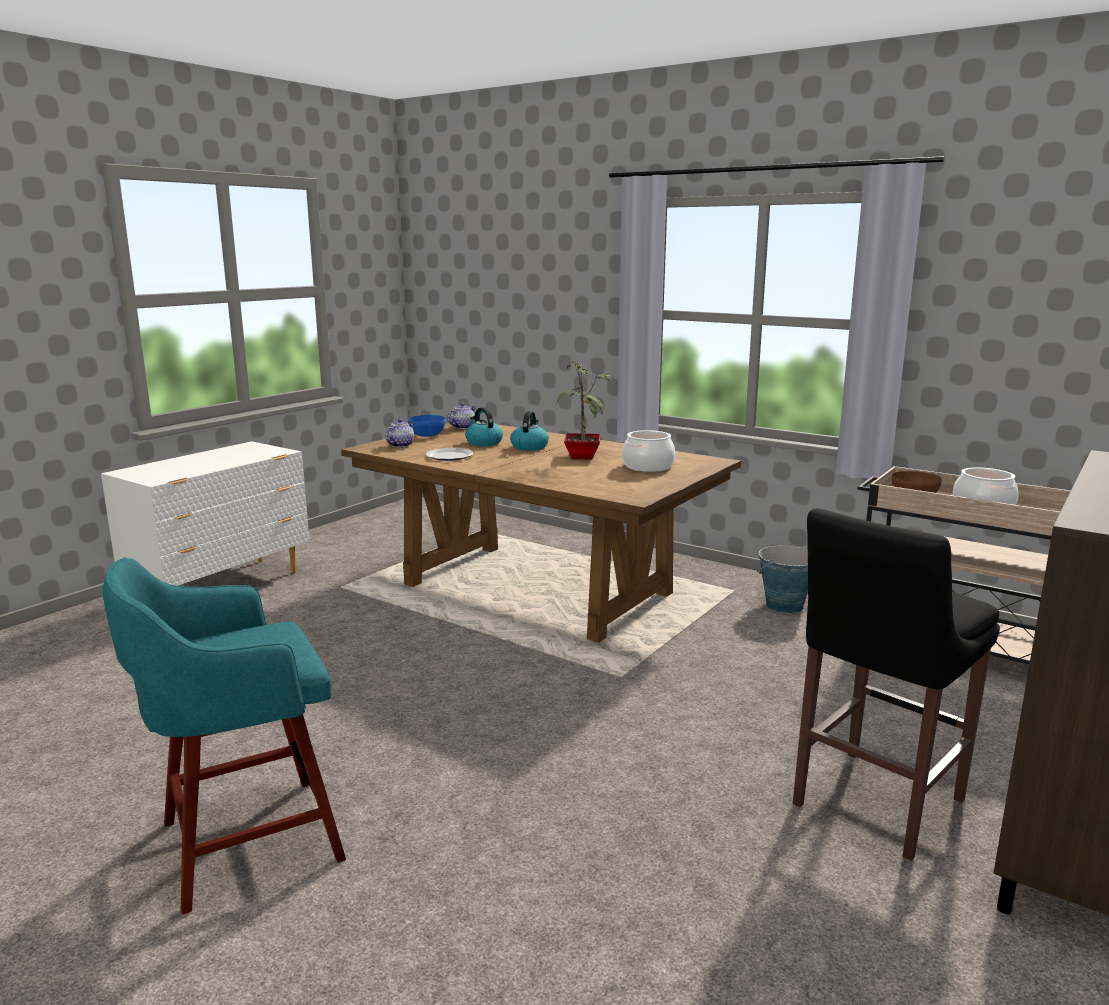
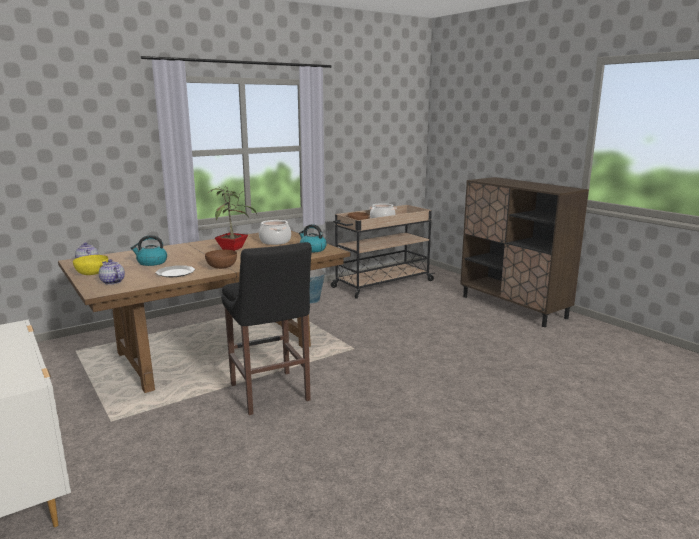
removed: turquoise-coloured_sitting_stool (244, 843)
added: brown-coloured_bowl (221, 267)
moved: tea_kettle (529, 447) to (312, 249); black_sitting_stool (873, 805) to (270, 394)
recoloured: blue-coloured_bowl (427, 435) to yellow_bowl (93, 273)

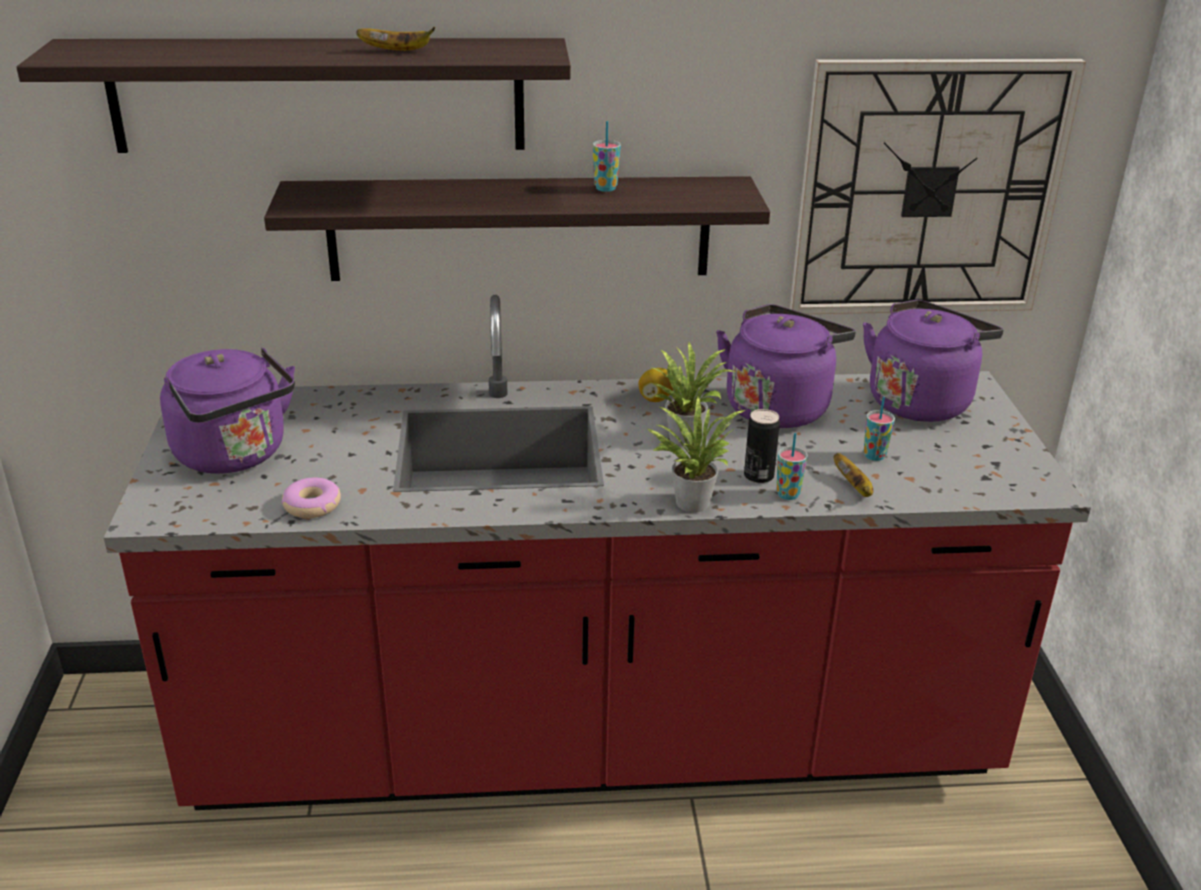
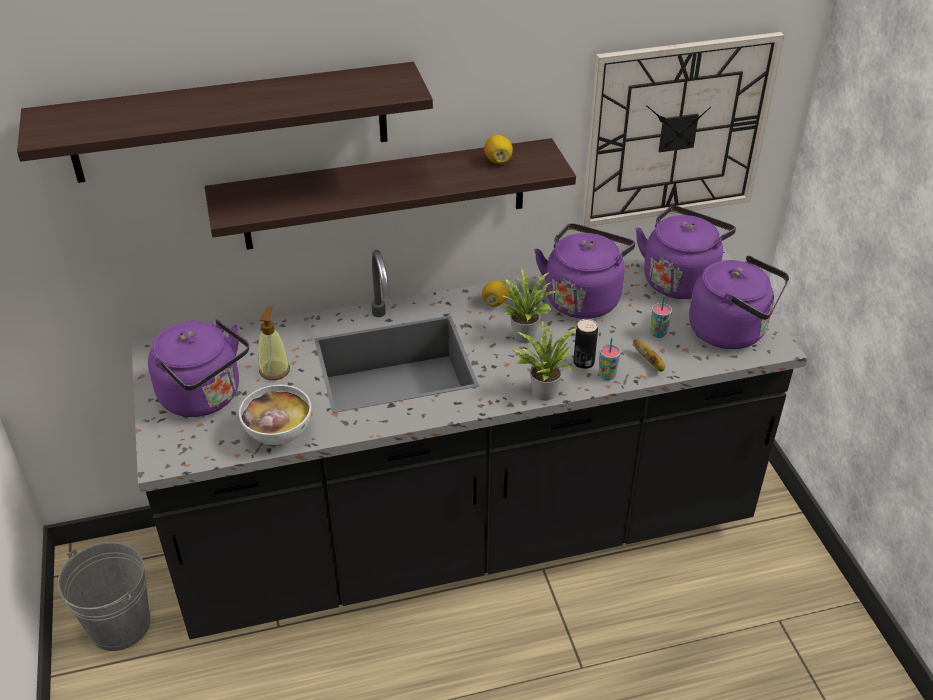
removed: banana_fruit (398, 51); drinking_cup (605, 188)
added: greyish_bucket (119, 625); soap_dispenser (274, 370); lemon (498, 160); purple-coloured_tea_kettle (732, 332)
replaced: doughnut (312, 505) to bowl (279, 433)
recoloured: reddish_kitchen_base_unit (595, 740) to black_kitchen_base_unit (466, 536)

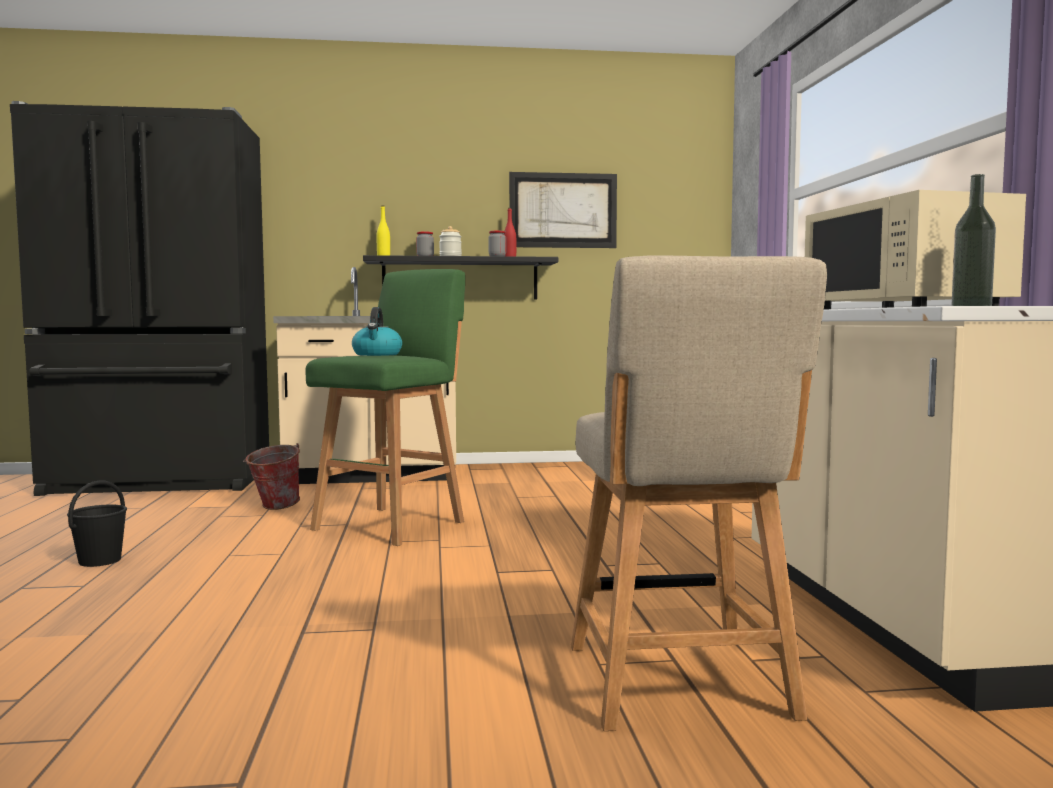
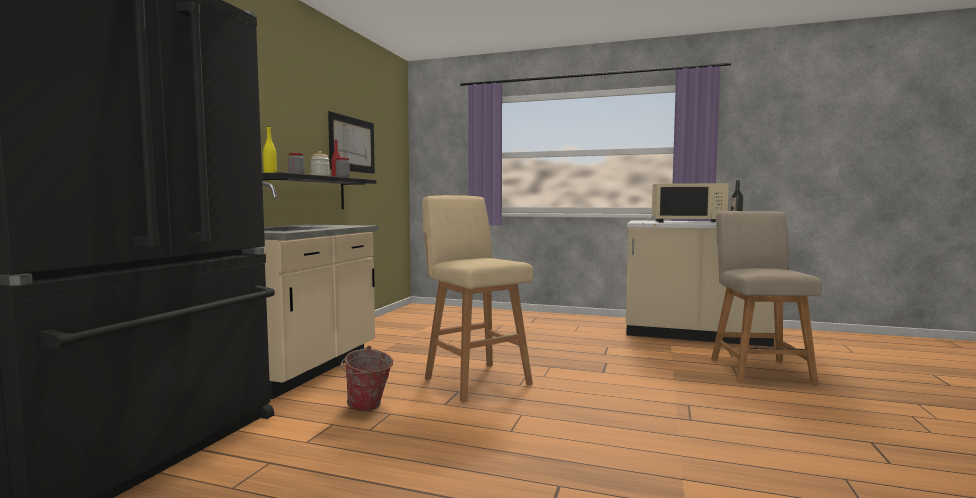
removed: black_bucket (99, 561); tea_kettle (377, 354)
recoloured: green-coloured_sitting_stool (392, 524) to beige-coloured_sitting_stool (475, 380)
turned: beige-coloured_upright_chair (680, 686) = (758, 369) 105 degrees counterclockwise

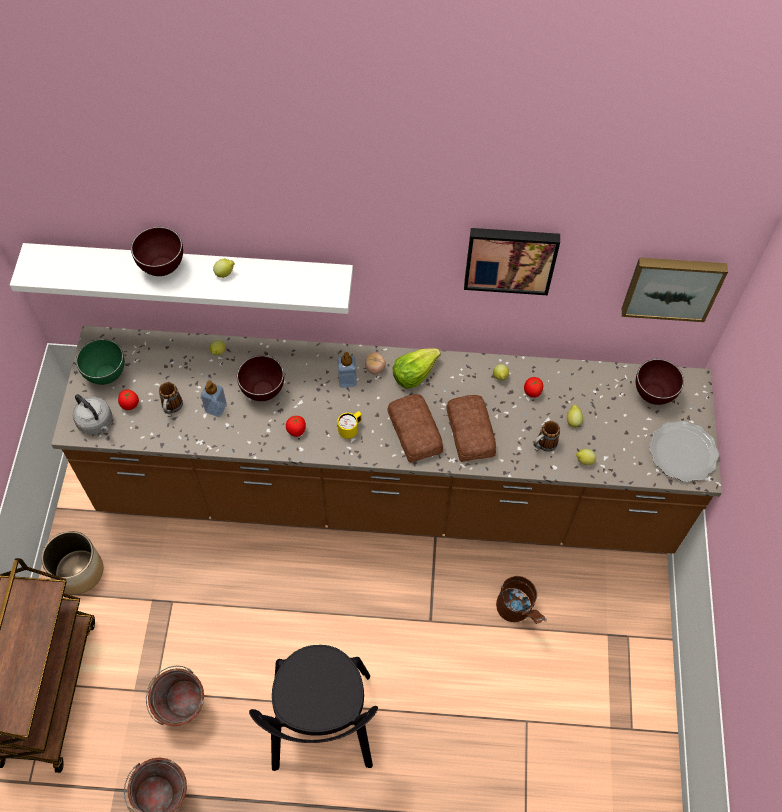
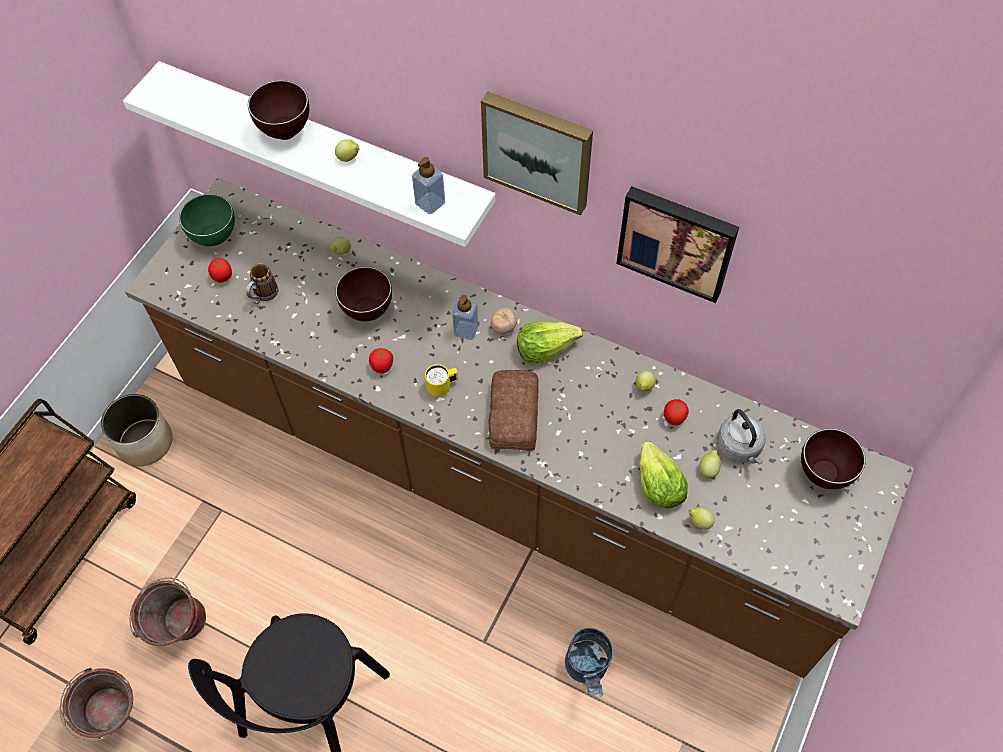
removed: bread (469, 433); flat_dish (682, 453)
moved: greyish_tea_kettle (96, 423) to (740, 447); soap_dispenser (216, 408) to (430, 203); wall_art (672, 286) to (538, 150)
replaced: coffee_mug (543, 445) to lettuce (658, 485)
recoloured: brown-coloured_bucket (517, 611) to greyish_bucket (587, 671)

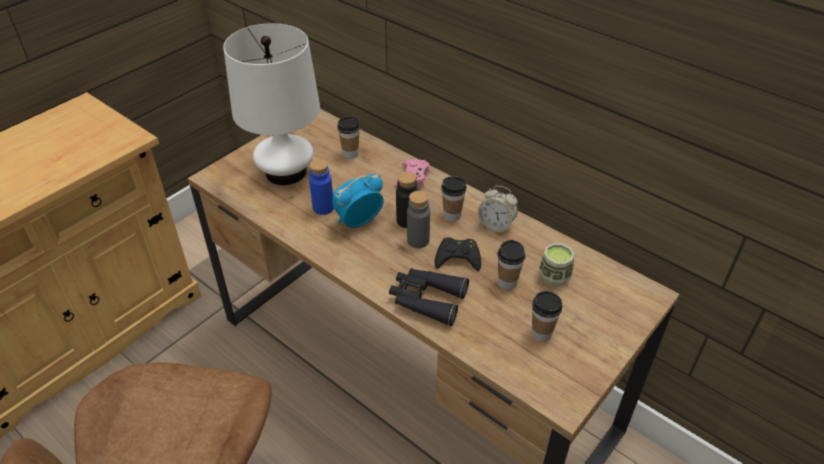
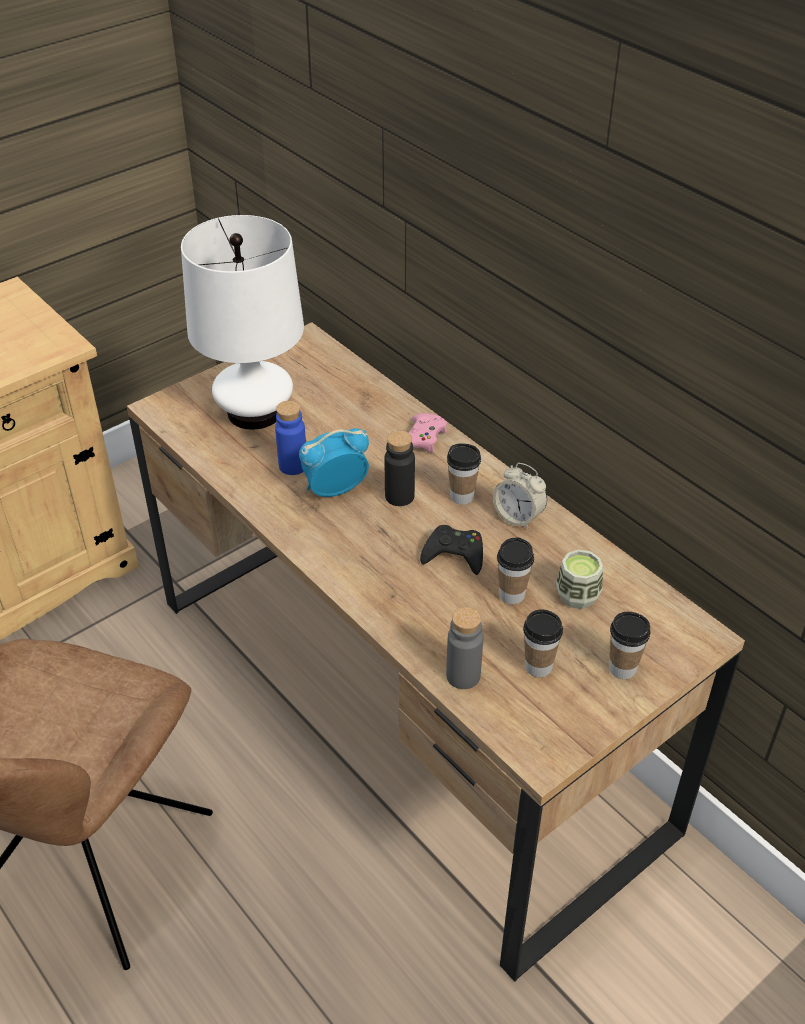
removed: black_binoculars (426, 300)
moved: drinking_cup (350, 154) to (622, 668); greyish_drink_bottle (418, 240) to (463, 676)

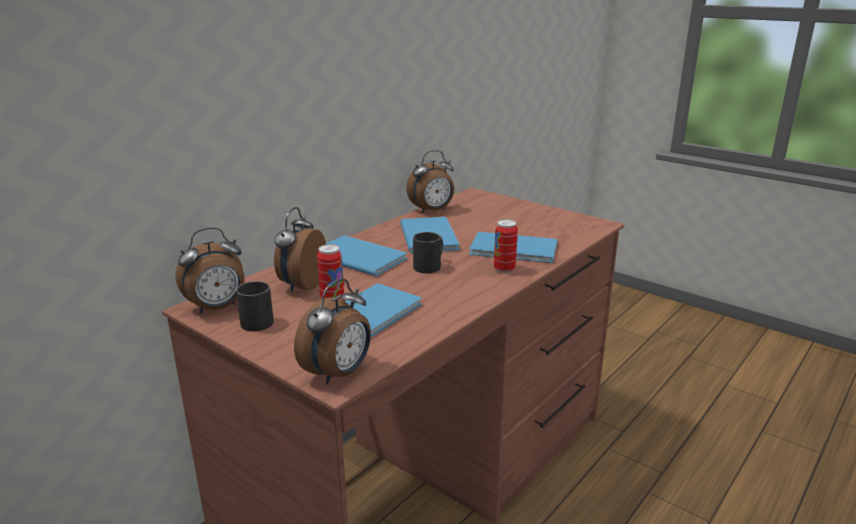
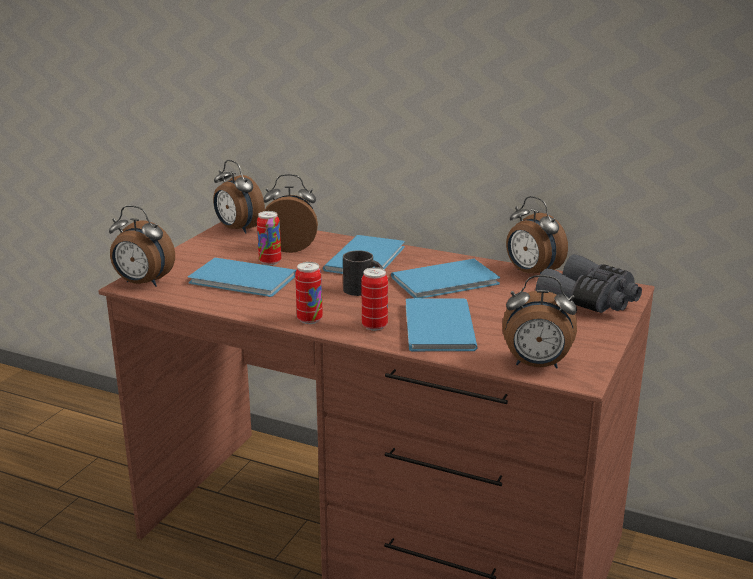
removed: black_coffee_mug (257, 319)
added: can (309, 320); table_clock (536, 365); greyish_binoculars (590, 301)

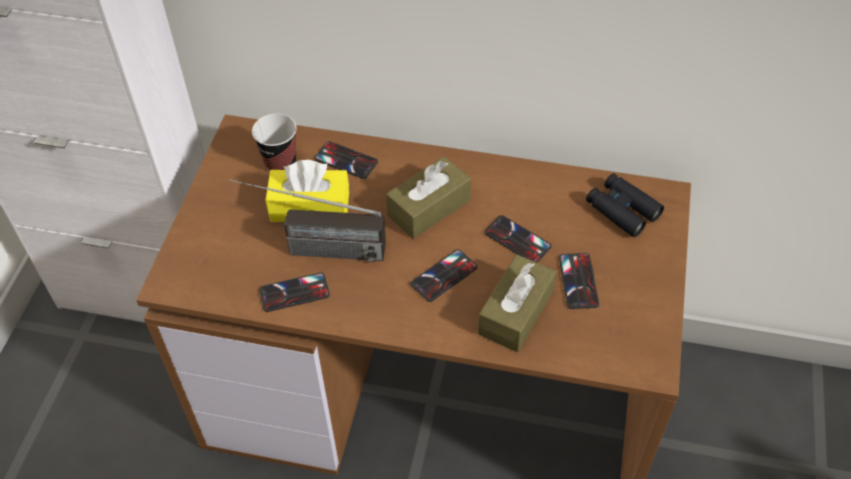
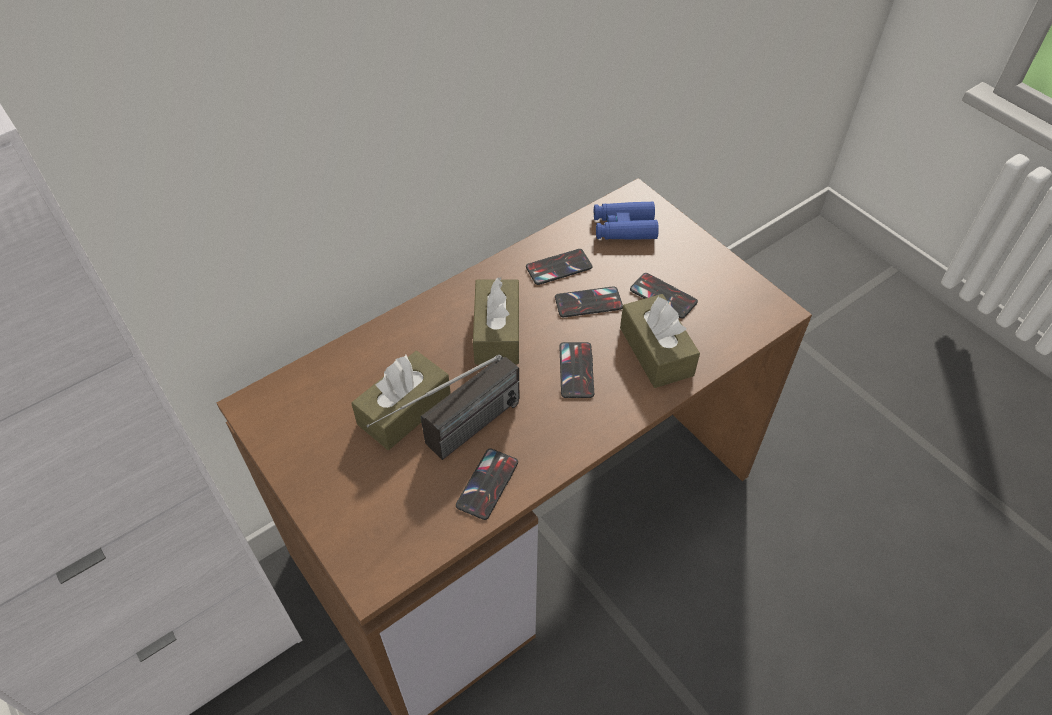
removed: drinking_cup (280, 163)
moved: telephone (346, 160) to (559, 267)
recoloured: yellow_tissue_holder (310, 207) to brown-coloured_tissue_holder (404, 410); black_binoculars (622, 210) to blue-coloured_binoculars (624, 227)

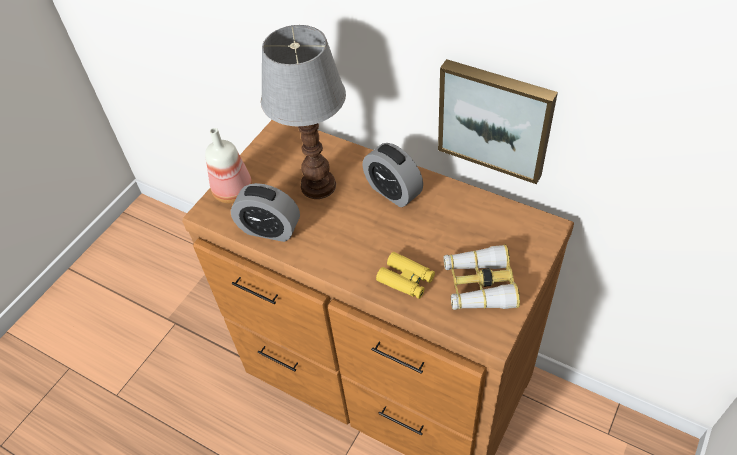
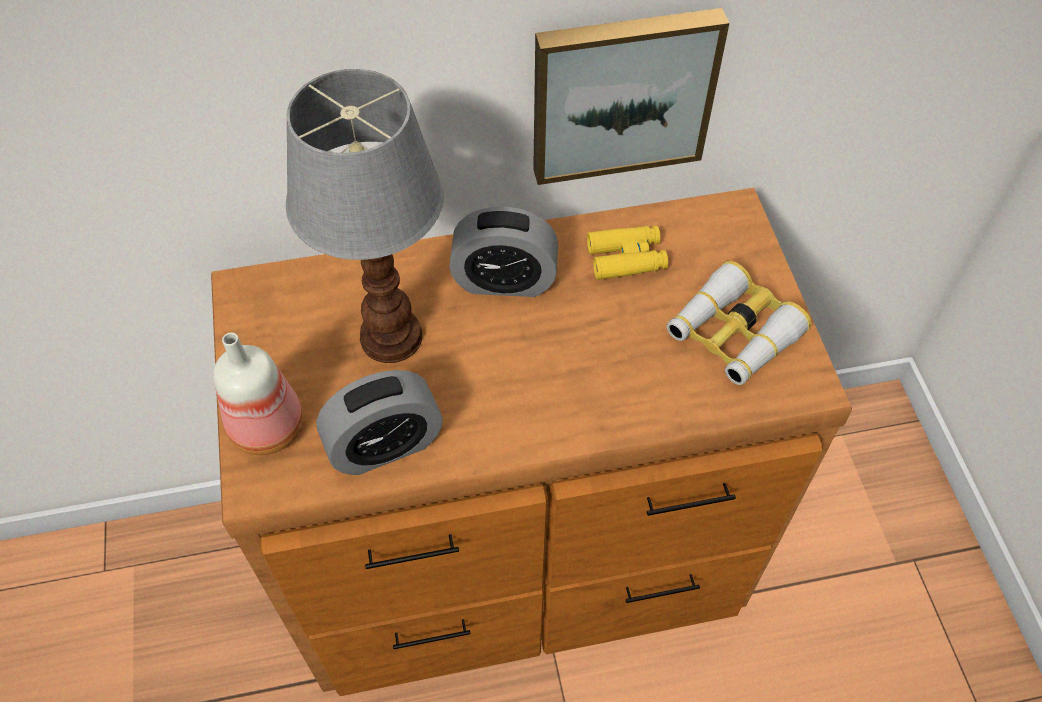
moved: yellow_binoculars (406, 279) to (626, 258)

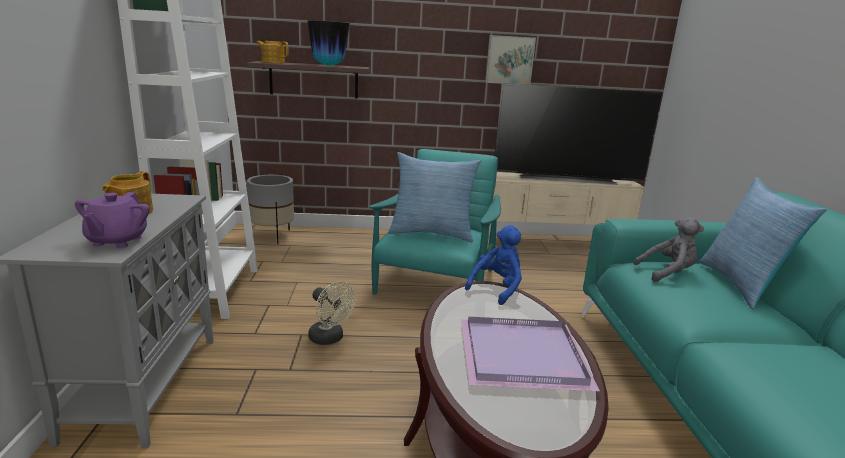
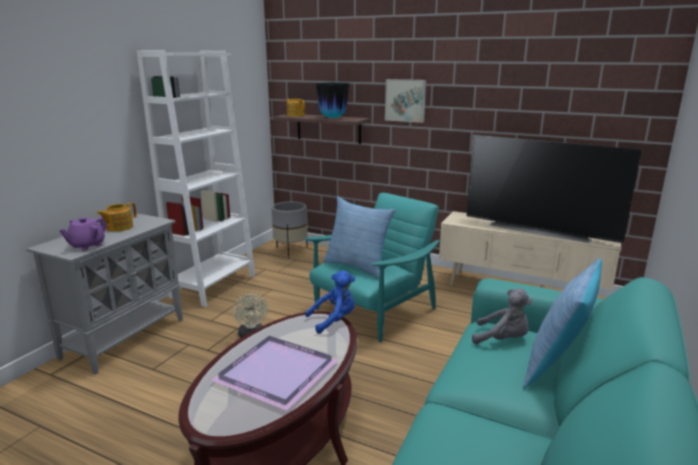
moved: wall_art (509, 60) to (405, 100)

